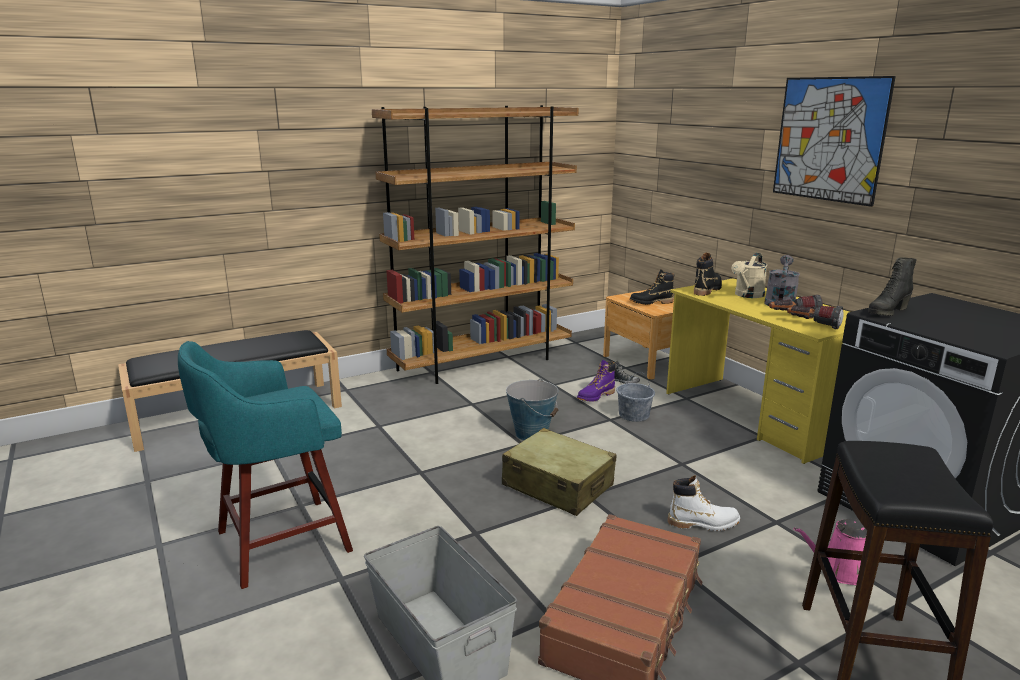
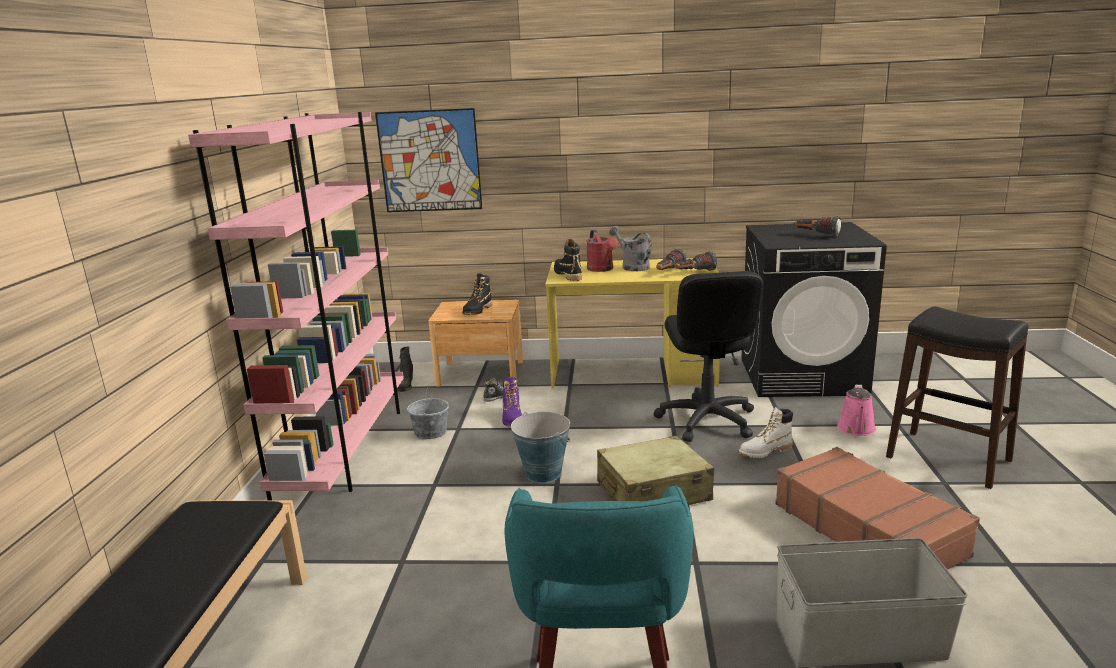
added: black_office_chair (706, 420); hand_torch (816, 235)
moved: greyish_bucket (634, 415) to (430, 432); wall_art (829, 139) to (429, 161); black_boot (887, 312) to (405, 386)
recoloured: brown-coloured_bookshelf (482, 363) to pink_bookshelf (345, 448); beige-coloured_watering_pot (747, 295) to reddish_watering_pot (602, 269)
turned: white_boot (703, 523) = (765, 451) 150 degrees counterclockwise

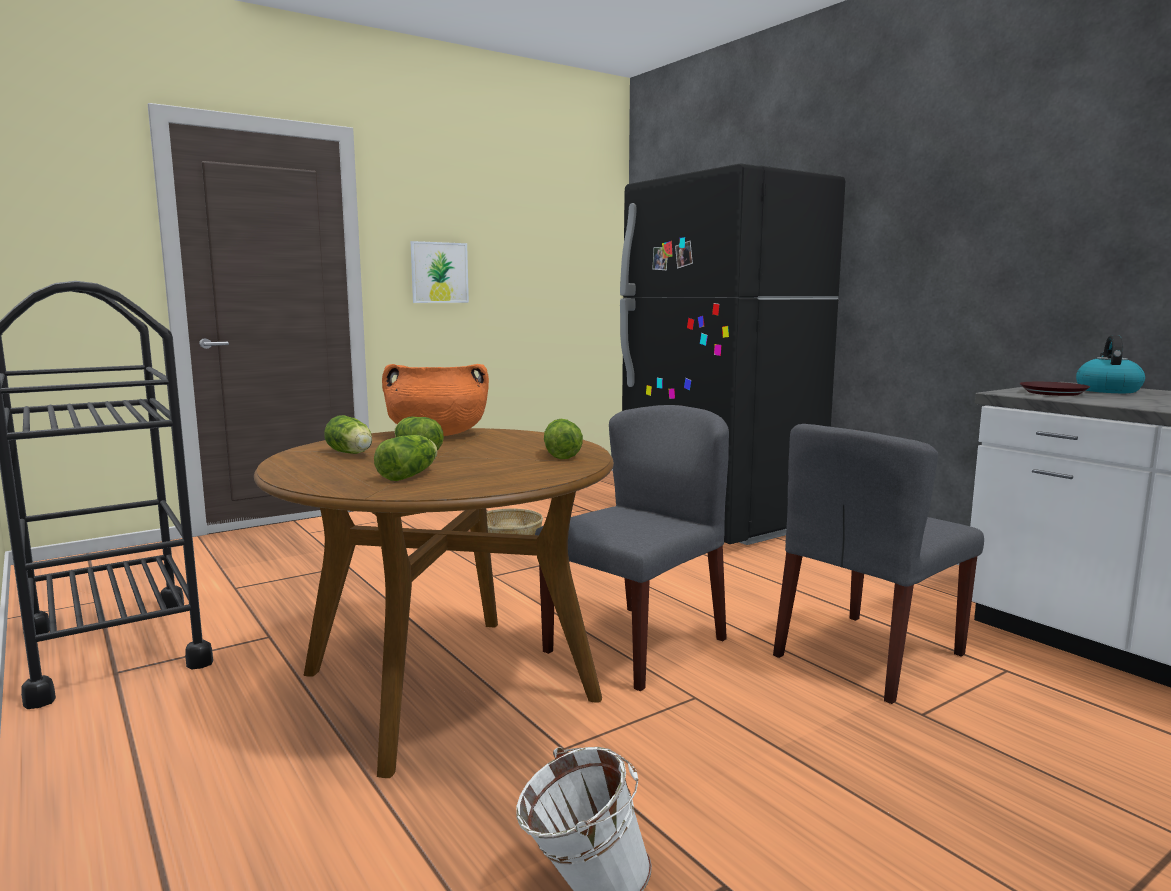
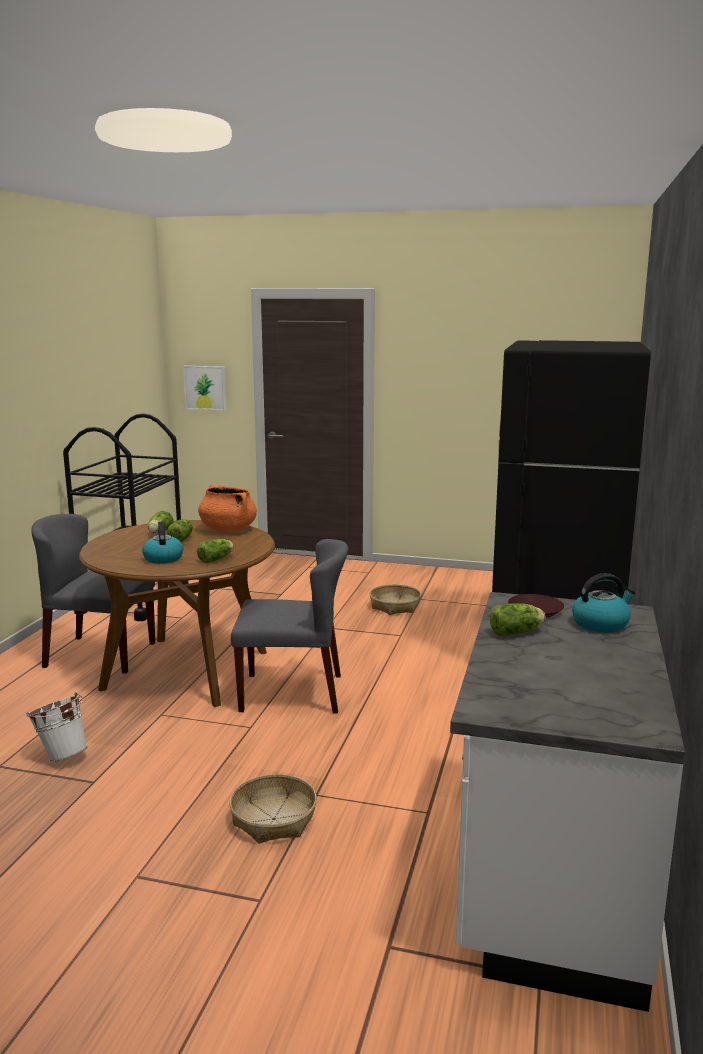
added: tea_kettle (163, 558); storage_basket (274, 819)
moved: lettuce (410, 475) to (517, 632); wall_art (439, 272) to (205, 387); greyish_upright_chair (869, 656) to (99, 655)

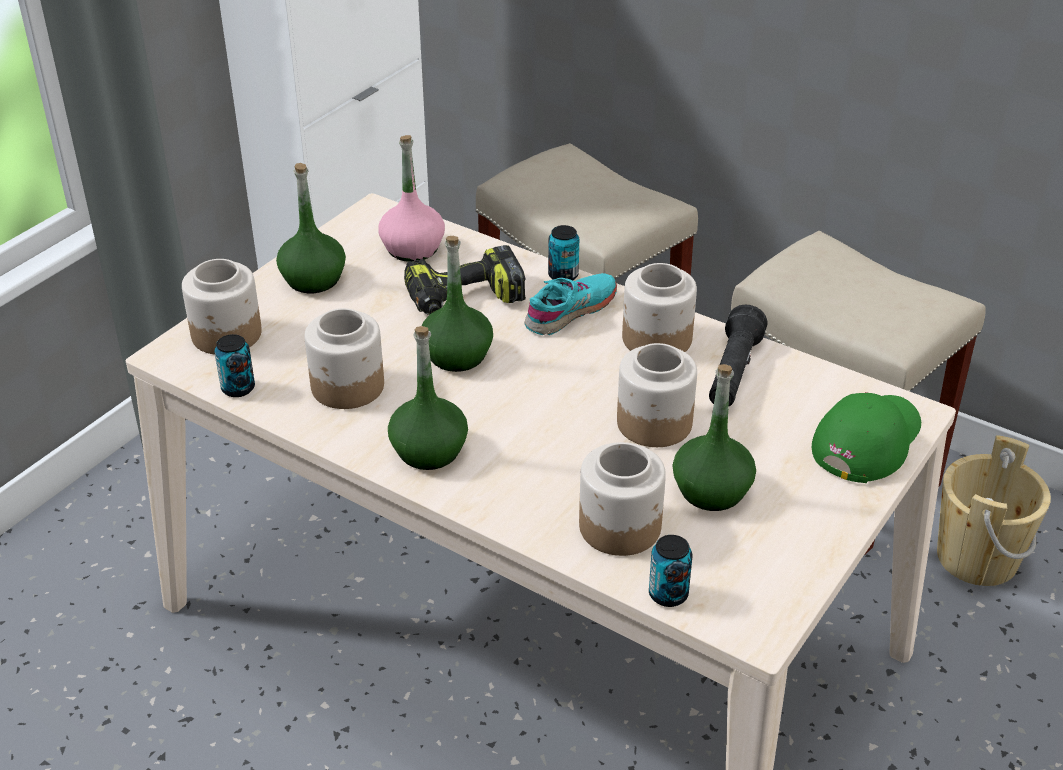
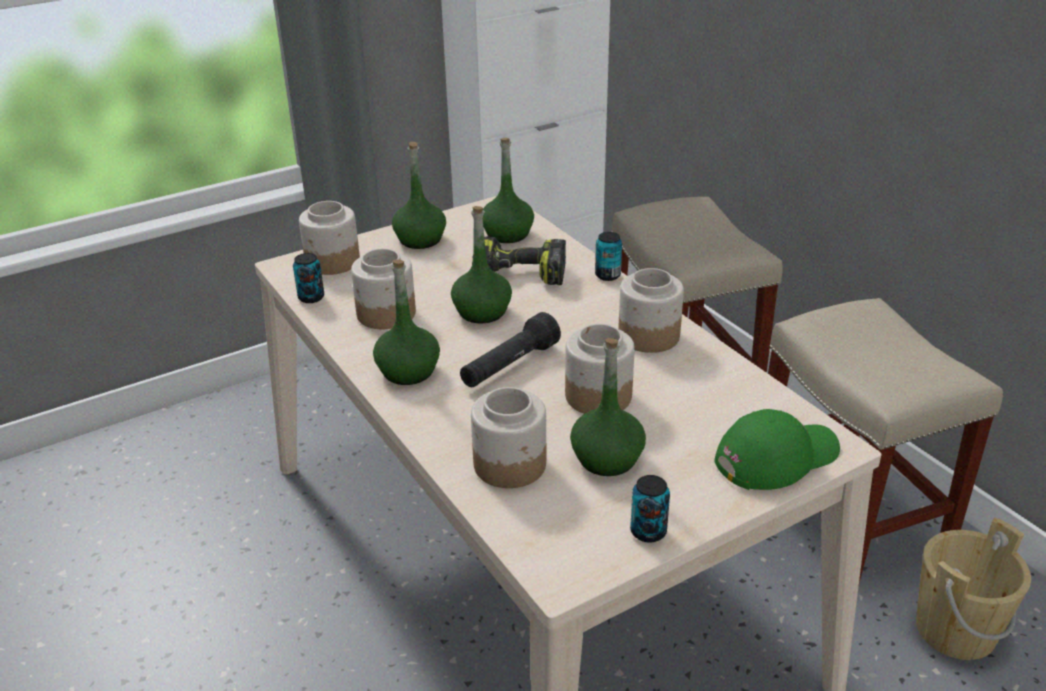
removed: turquoise-coloured_item_of_footwear (571, 312)
moved: can (668, 594) to (648, 531); black_hand_torch (733, 373) to (509, 366)
recoloured: pink_drink_bottle (412, 248) to green-coloured_drink_bottle (507, 234)

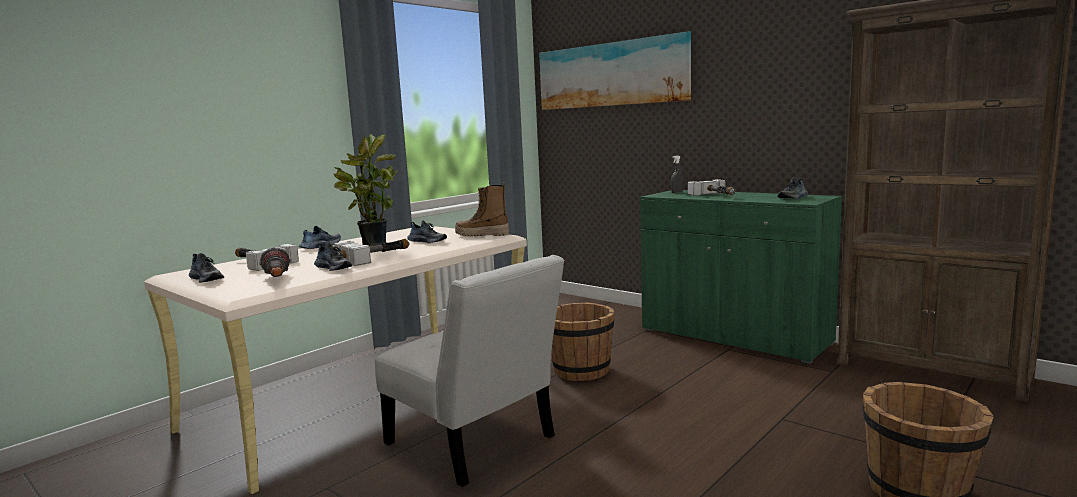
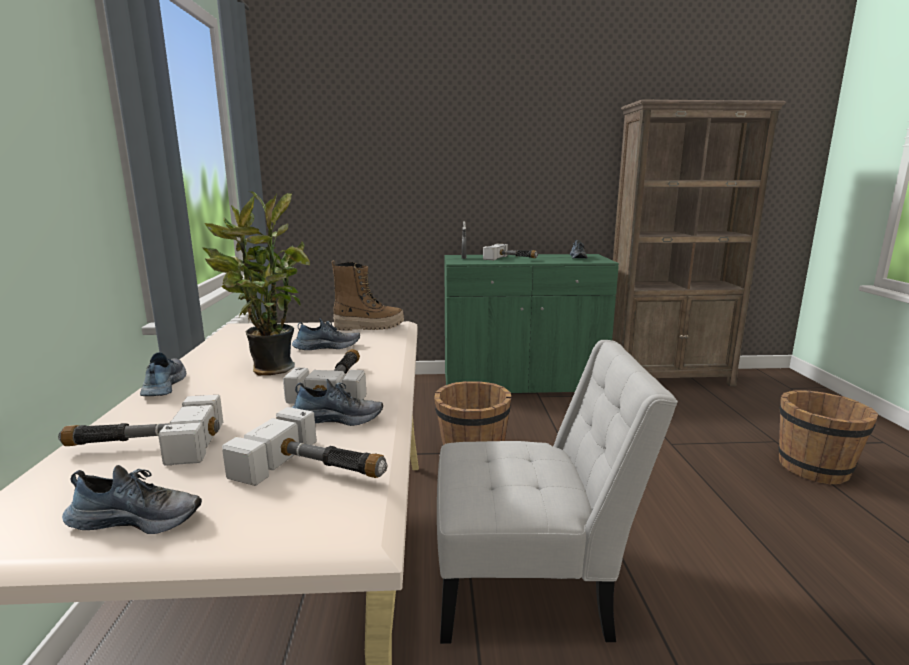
removed: wall_art (611, 74)
replaced: hand_torch (277, 280) to hand_hammer (317, 469)
turned: boot (482, 235) = (369, 327) 150 degrees counterclockwise

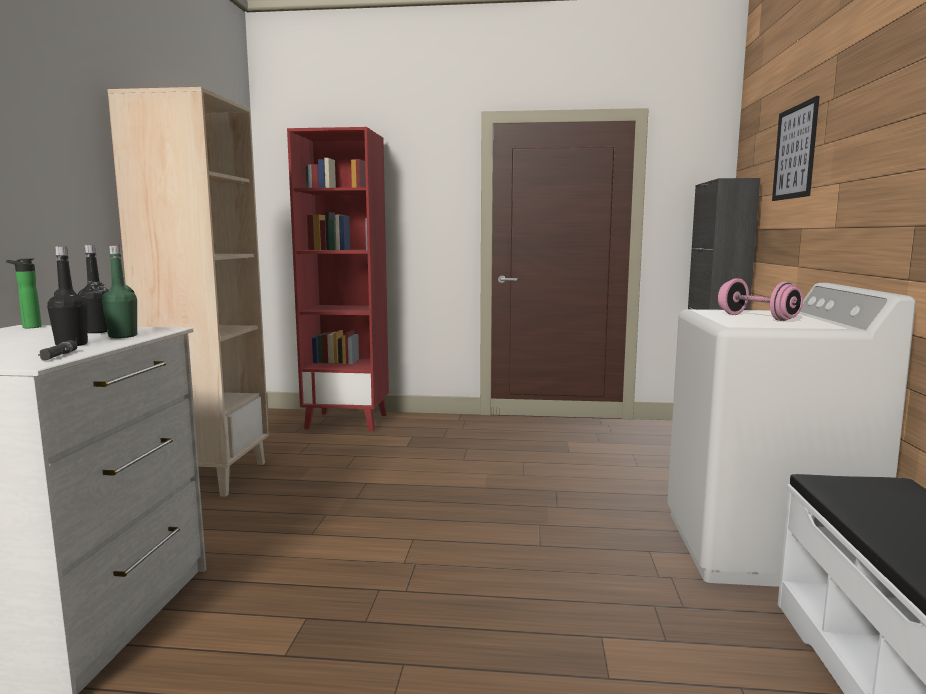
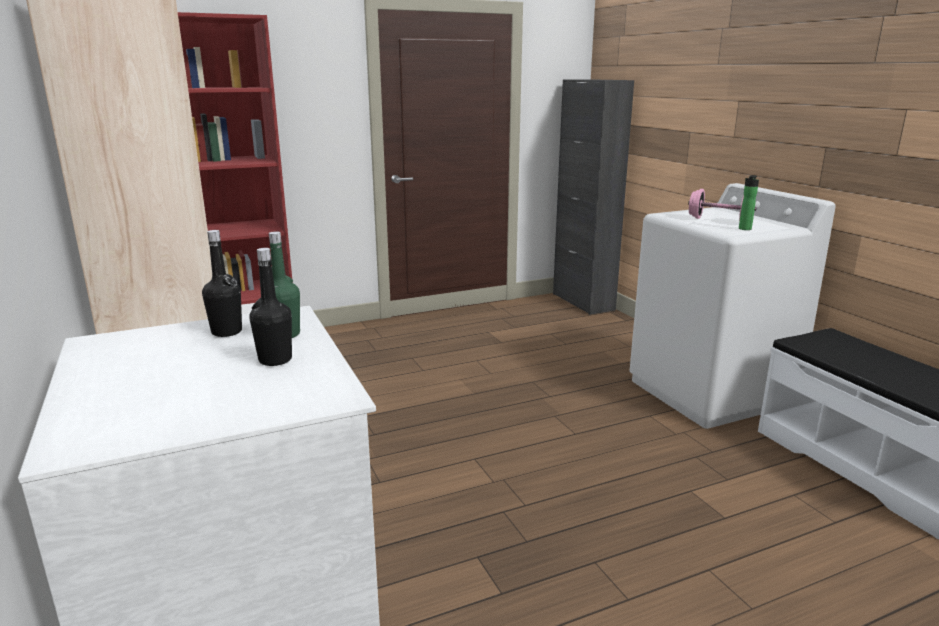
removed: black_hand_torch (59, 355); wall_art (795, 152)
moved: drink_bottle (28, 327) to (744, 229)

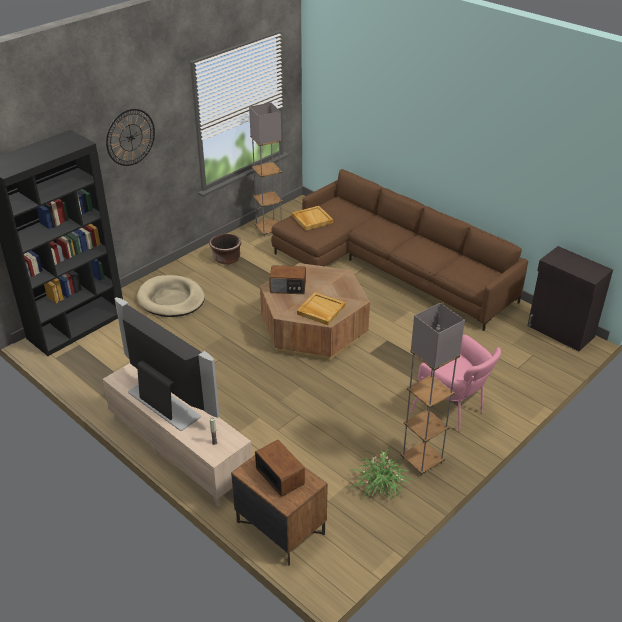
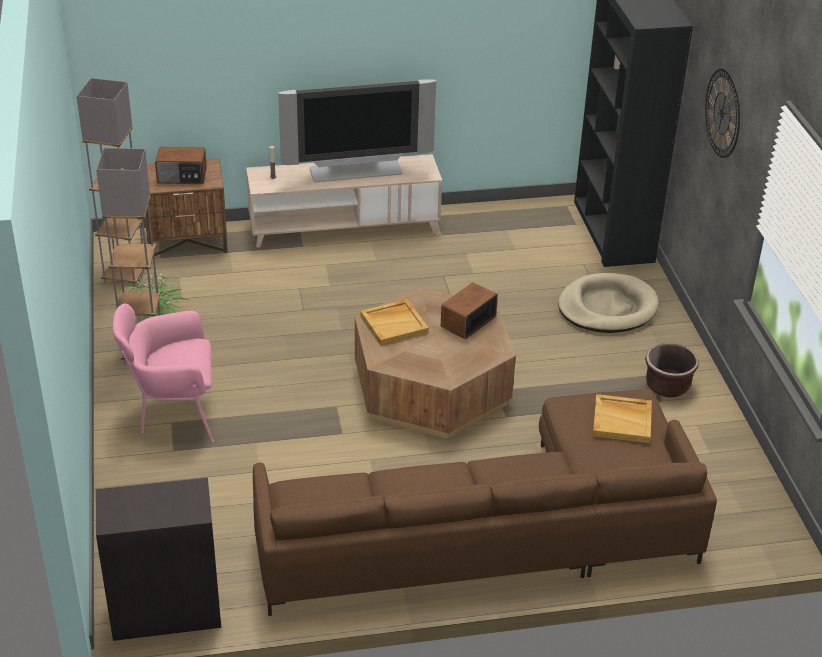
moved: greyish_standard_lamp (269, 230) to (125, 275)

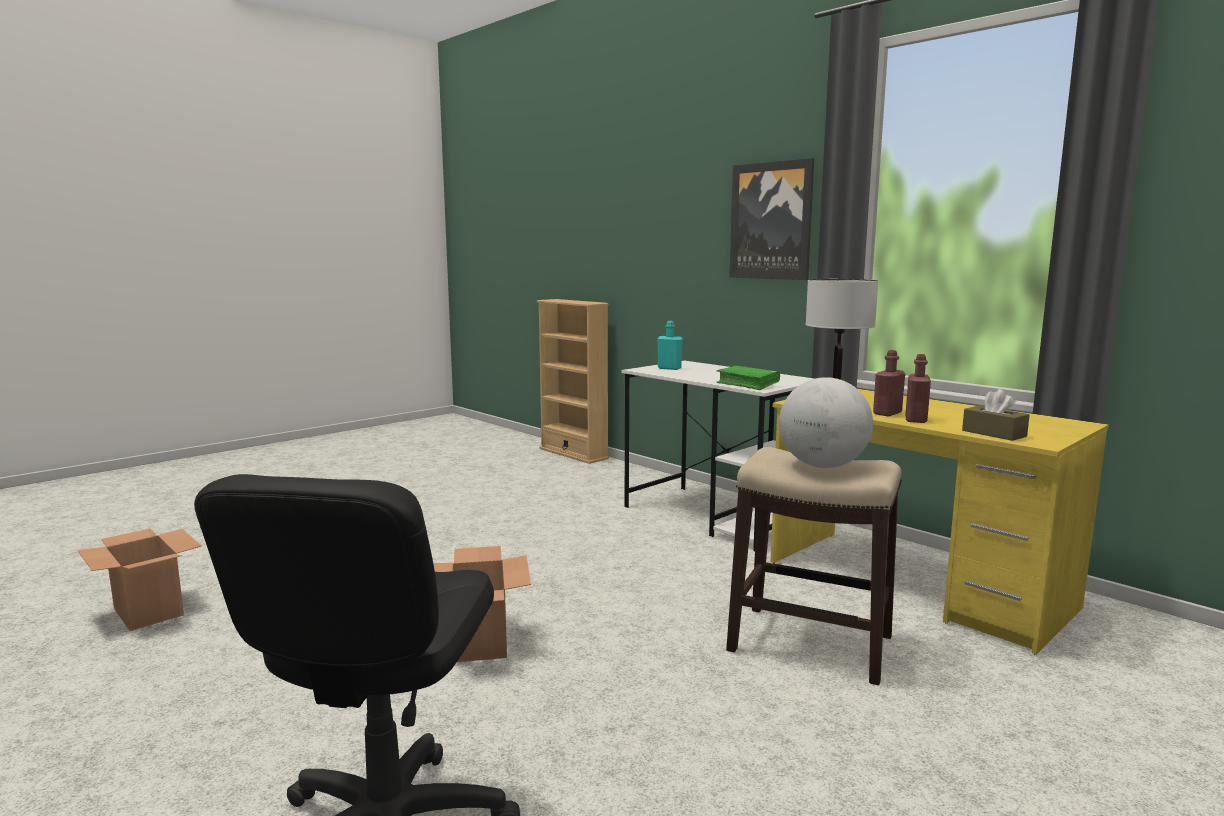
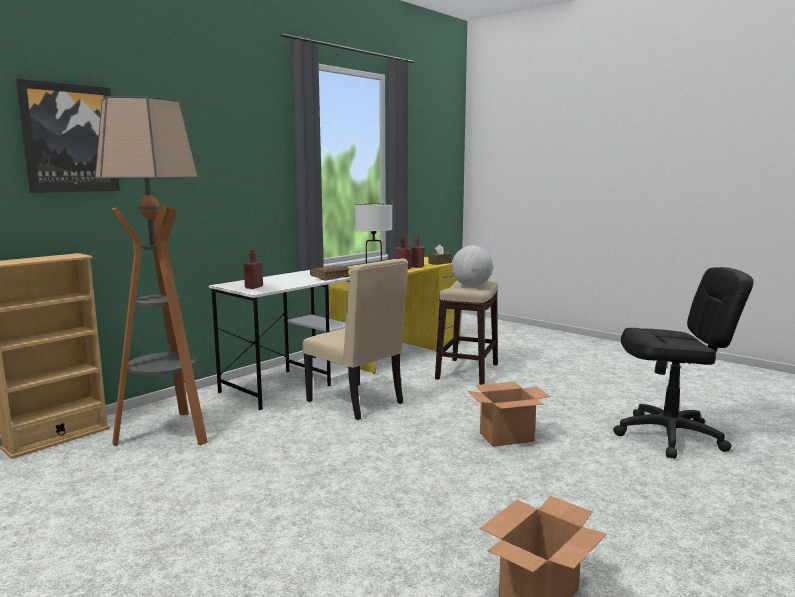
added: standard_lamp (168, 433); beige-coloured_upright_chair (357, 402)
moved: wall_art (771, 221) to (70, 138)
recoloured: turquoise-coloured_drink_bottle (669, 368) to reddish_drink_bottle (254, 287); green-coloured_volume (748, 384) to brown-coloured_volume (330, 277)

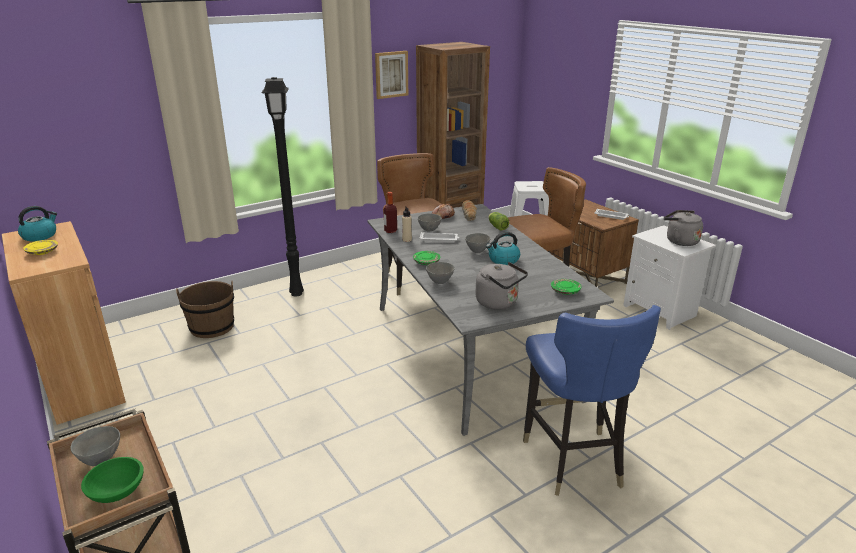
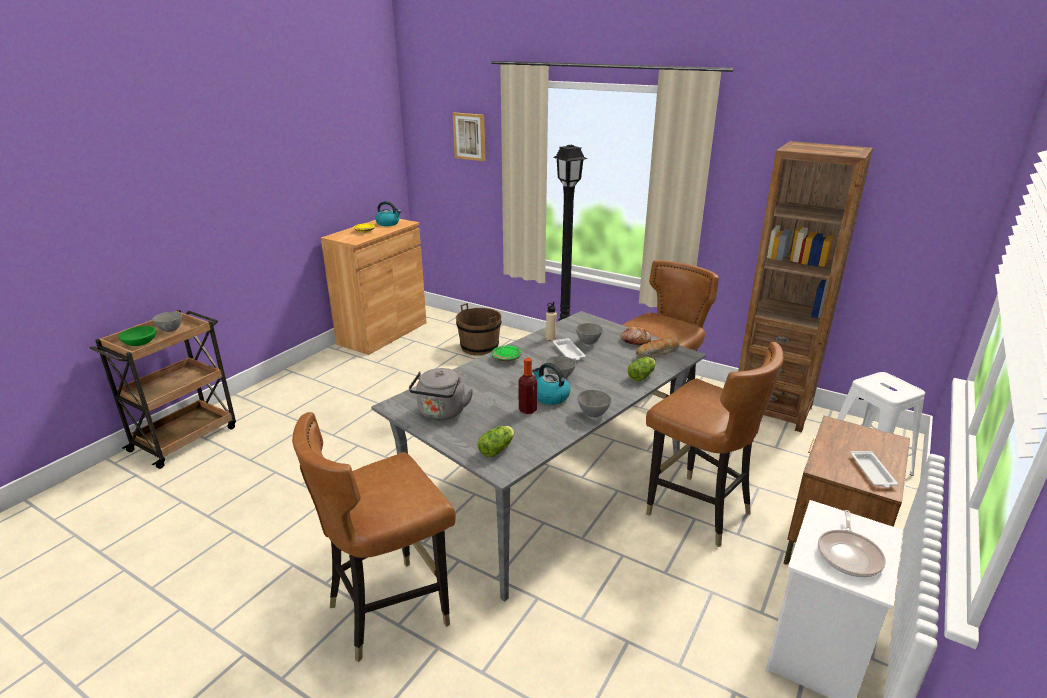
moved: wall_art (391, 74) to (470, 136); drink_bottle (390, 231) to (527, 410); greyish_bowl (440, 282) to (592, 414)
replaced: green-coloured_flat_dish (565, 291) to lettuce (498, 449); greyish_tea_kettle (679, 241) to pan (849, 555)
recoloured: blue-coloured_upright_chair (573, 460) to brown-coloured_upright_chair (390, 609)

